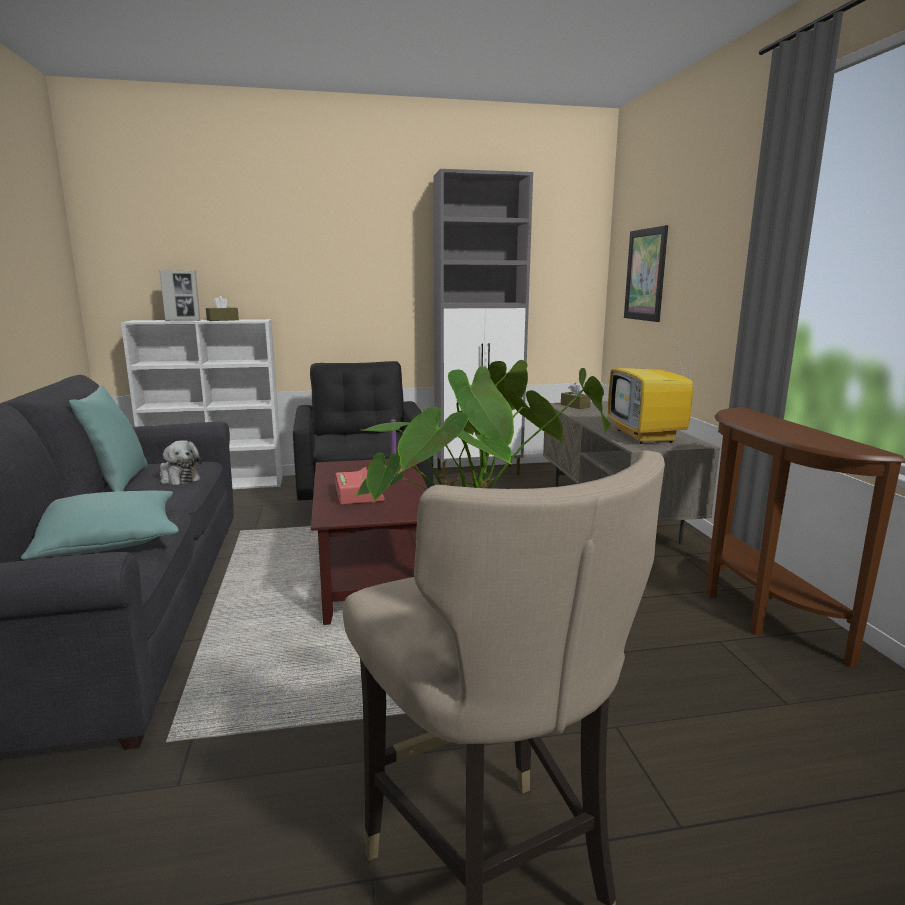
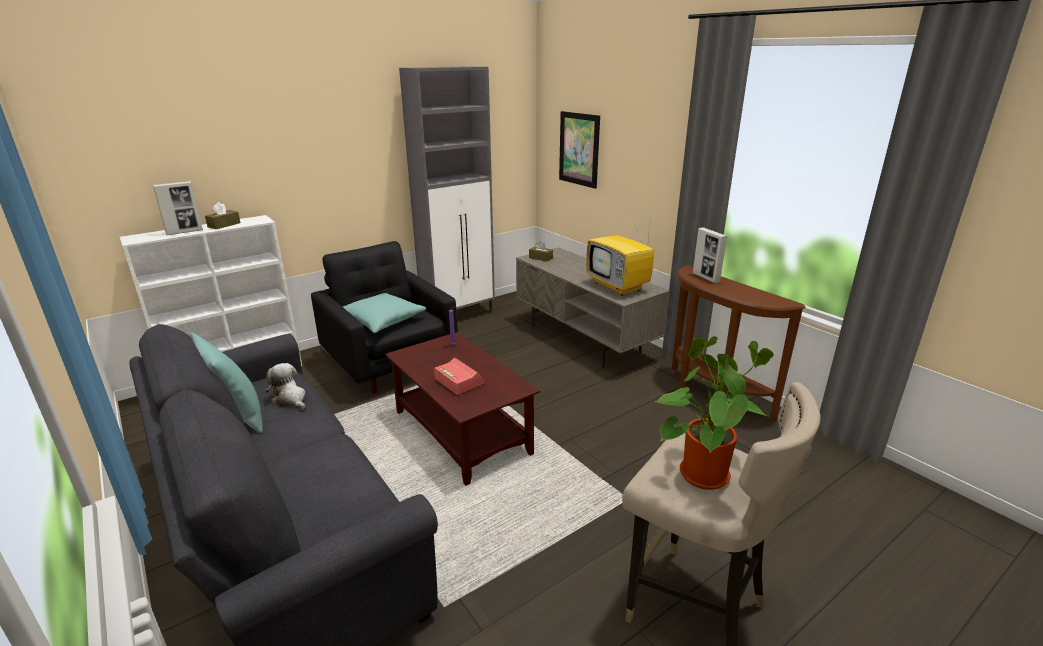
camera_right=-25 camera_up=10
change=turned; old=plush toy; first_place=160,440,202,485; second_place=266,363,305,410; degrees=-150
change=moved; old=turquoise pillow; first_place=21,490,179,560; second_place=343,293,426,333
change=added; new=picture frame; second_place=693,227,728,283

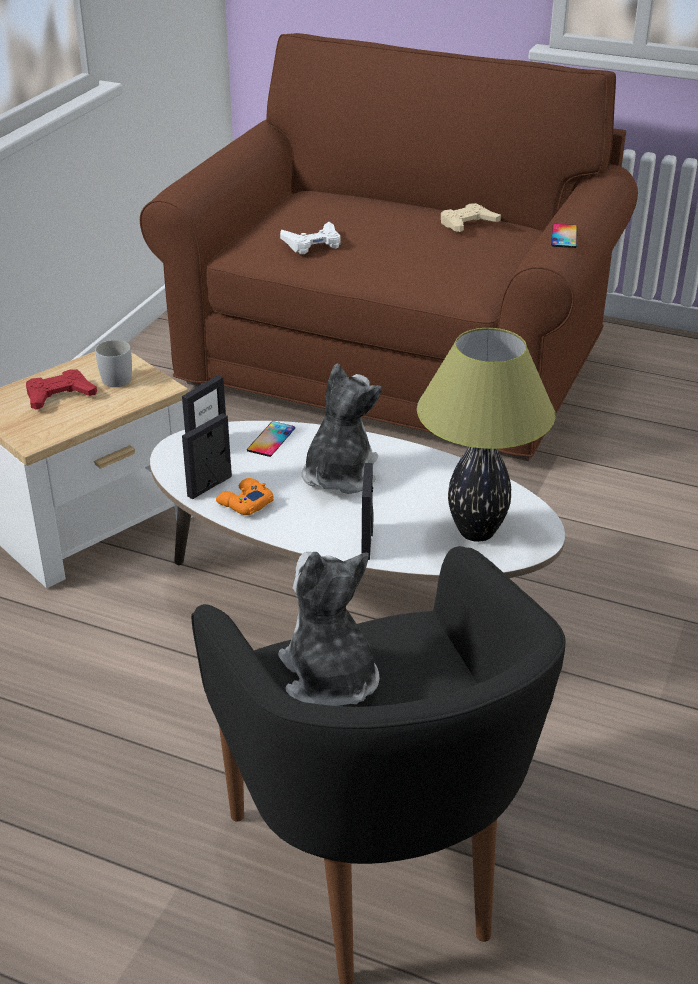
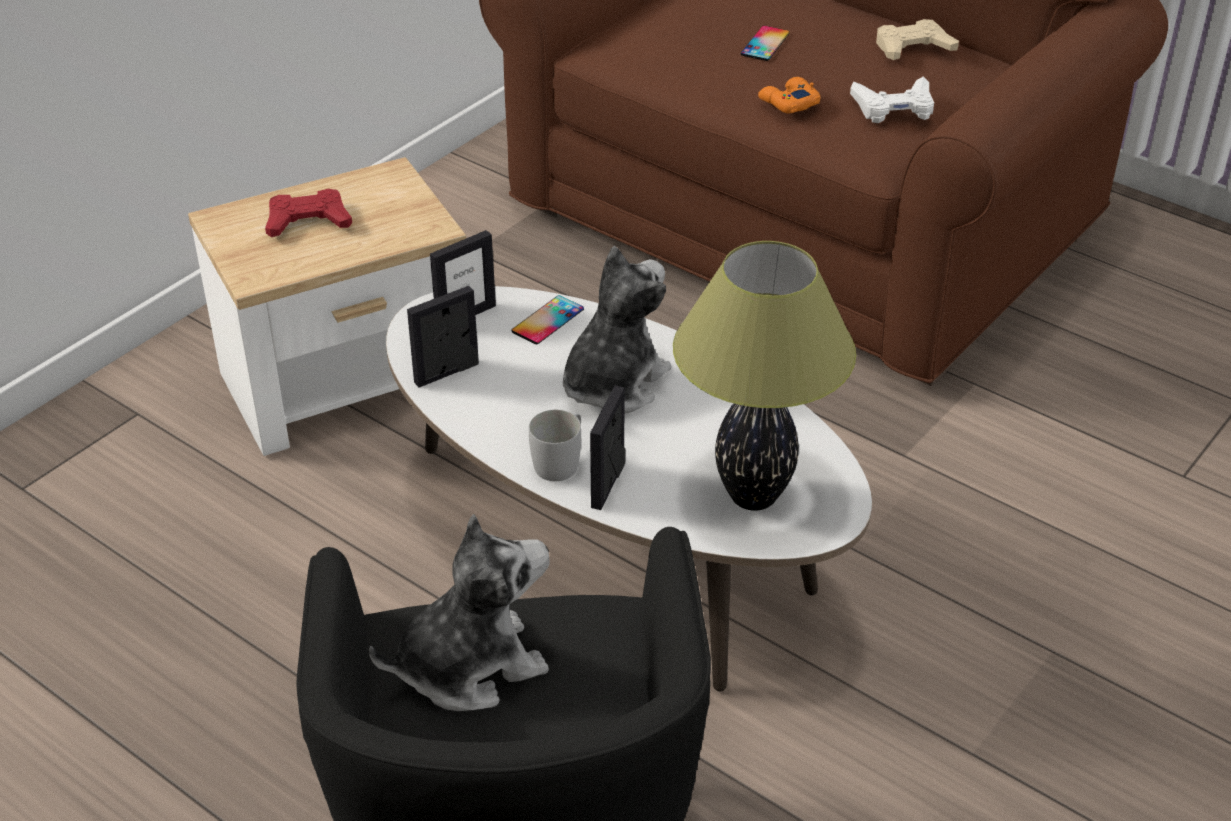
camera_right=15 camera_up=5
change=turned; old=plush toy; first_place=278,552,380,706; second_place=369,514,550,711; degrees=75
change=moved; old=white mug; first_place=95,340,132,387; second_place=529,410,581,481
change=moved; old=phone; first_place=551,224,578,248; second_place=741,26,790,61
change=moved; old=orange game controller; first_place=216,478,273,515; second_place=758,77,820,114
change=moved; old=white game controller; first_place=280,222,341,254; second_place=850,77,934,123

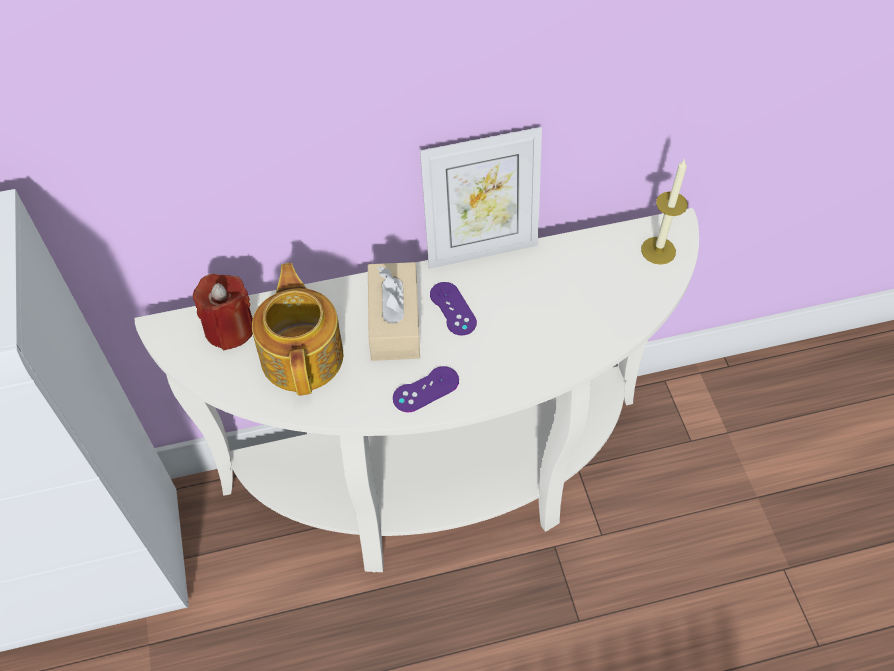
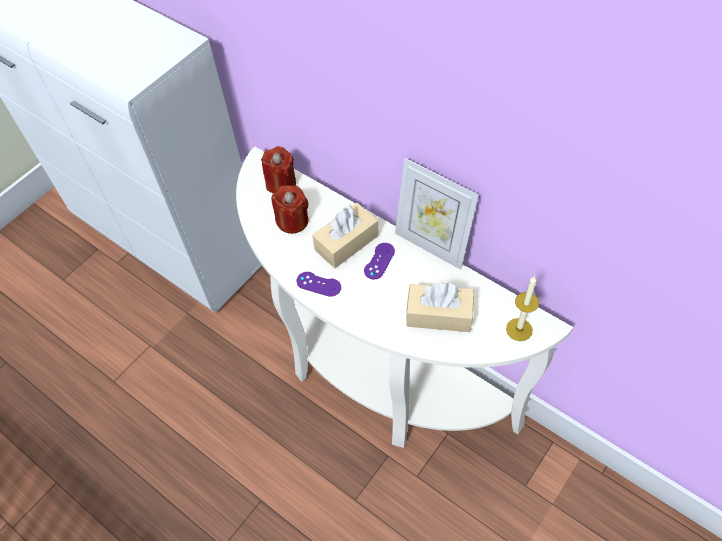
camera_right=55 camera_up=0
change=replaced; old=teapot; new=red candle; first_place=252,263,343,396; second_place=272,185,308,234
change=added; new=beige tissue box; second_place=406,283,474,332

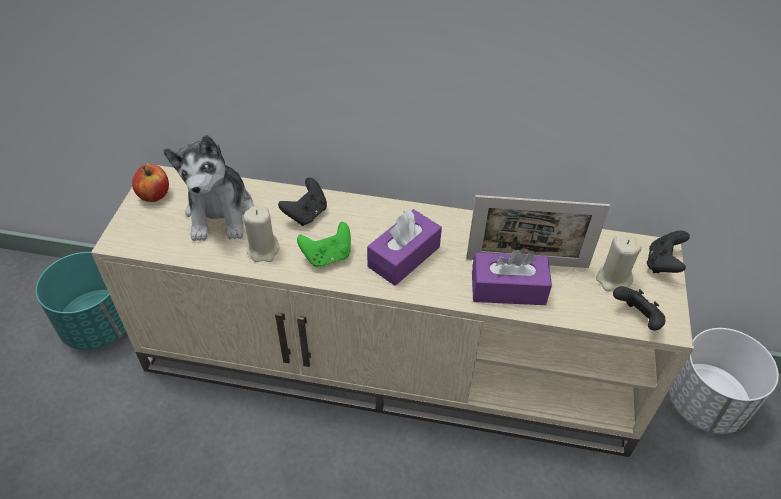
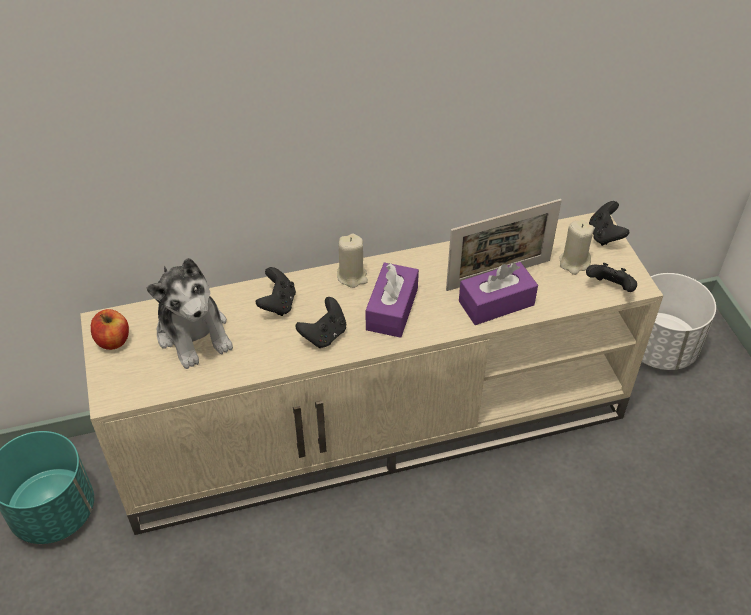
camera_right=-25 camera_up=0
change=recoloured; old=green game controller; new=black game controller; first_place=297,222,351,267; second_place=295,297,346,348
change=moved; old=beige candle; first_place=243,206,279,262; second_place=337,234,368,288

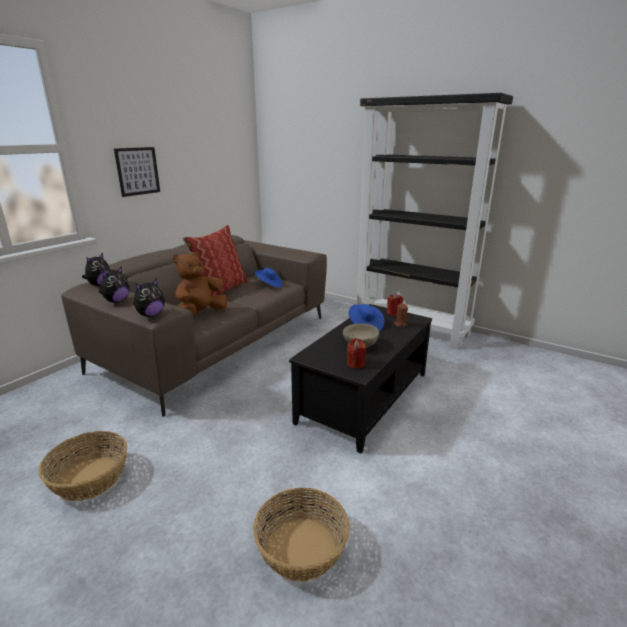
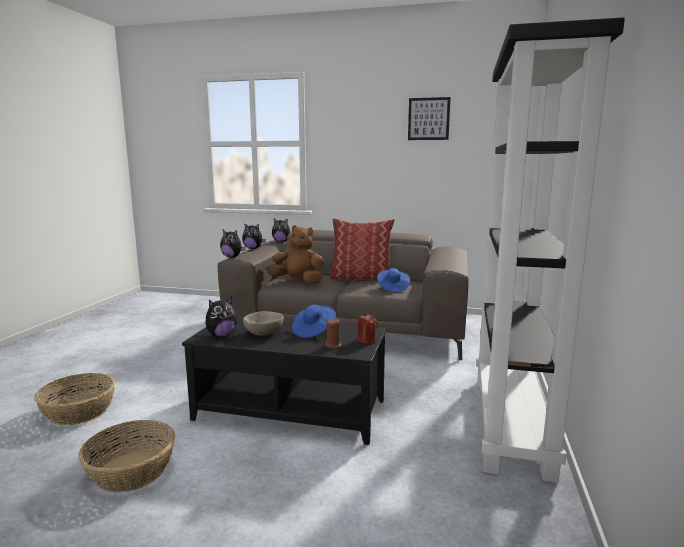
camera_right=70 camera_up=-10
change=moved; old=basket; first_place=38,431,127,501; second_place=78,420,175,493
change=replaced; old=red candle; new=plush toy; first_place=347,338,366,368; second_place=205,296,237,337
change=moved; old=picture; first_place=114,147,160,197; second_place=408,97,451,140

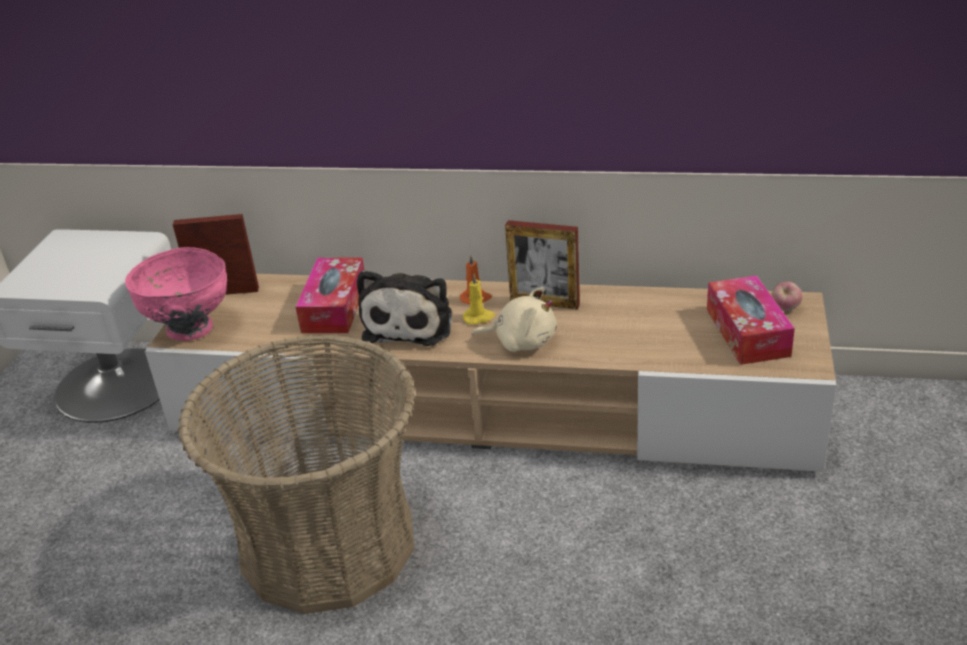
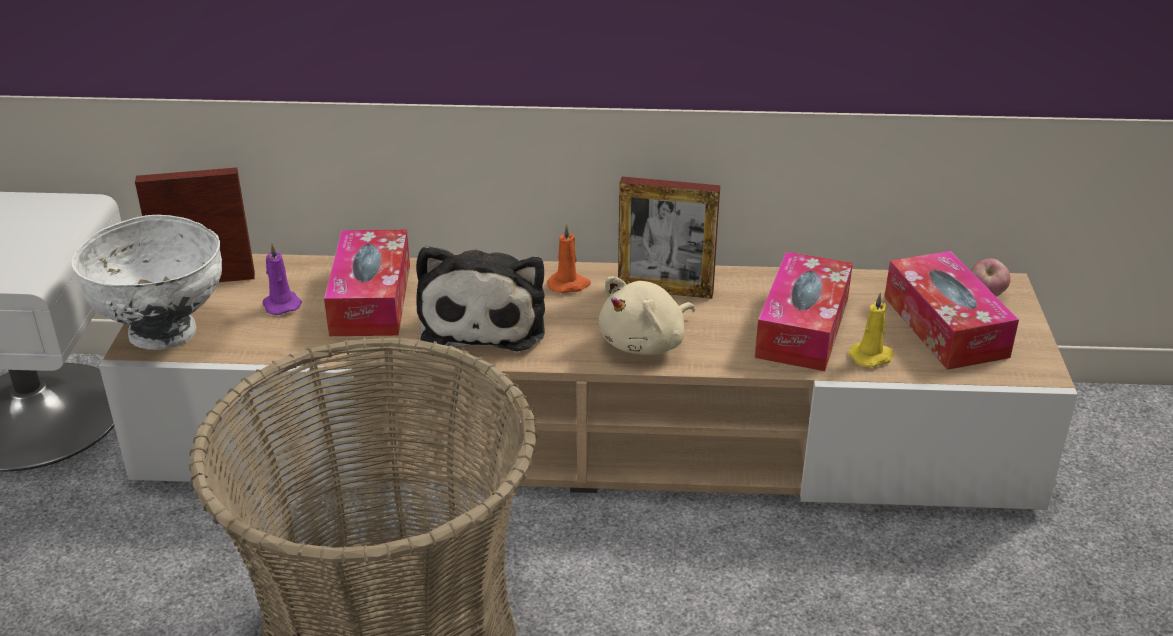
camera_right=-10 camera_up=0
change=recoloured; old=pink bowl; new=white bowl; first_place=125,247,227,341; second_place=71,215,222,350
change=added; new=purple candle; second_place=263,243,302,315
change=turned; old=beige plush toy; first_place=472,287,557,352; second_place=599,276,695,355; degrees=135
change=added; new=tissue box; second_place=755,252,853,371
change=moved; old=yellow candle; first_place=462,273,495,325; second_place=849,292,894,367

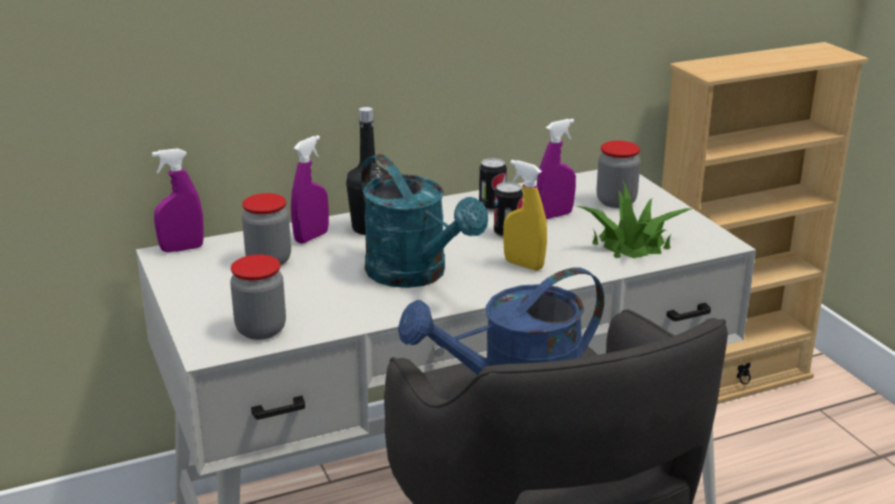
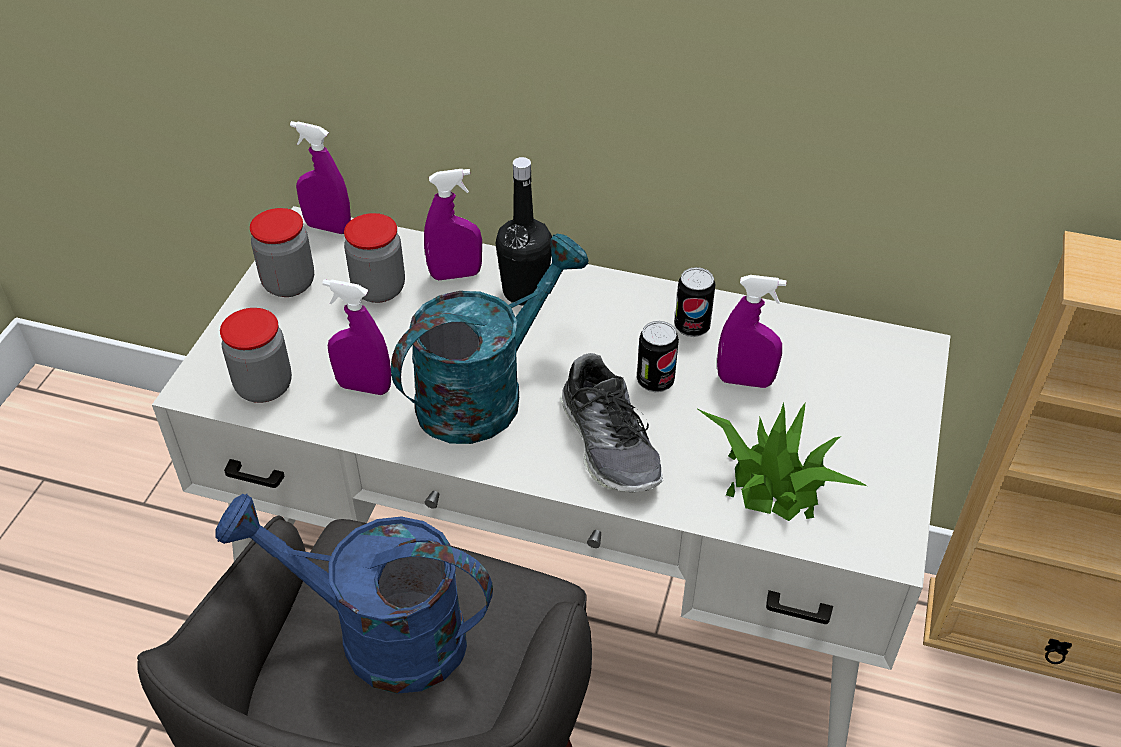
camera_right=40 camera_up=20
change=moved; old=jar; first_place=597,141,640,208; second_place=250,208,314,297
change=added; new=purple spray bottle; second_place=322,279,391,395
change=turned; old=turquoise watering can; first_place=361,154,488,288; second_place=391,234,589,444; degrees=-135
change=replaced; old=yellow spray bottle; new=shoe; first_place=503,160,547,271; second_place=560,353,663,492

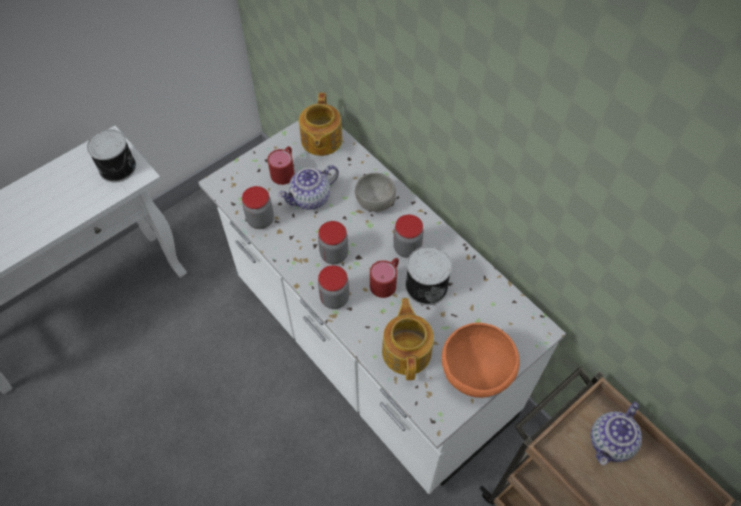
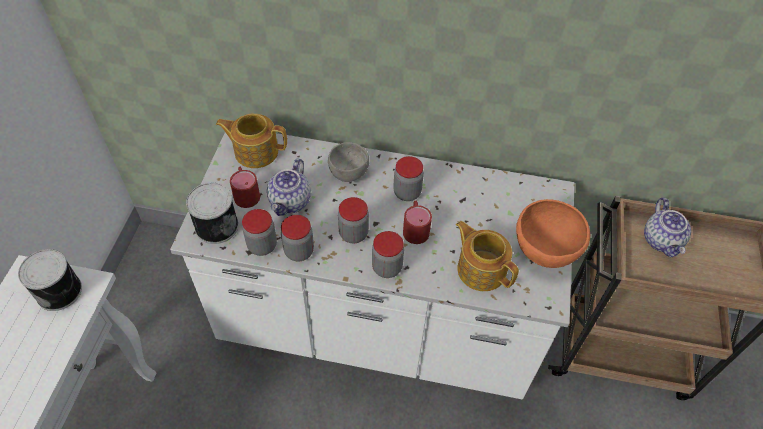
camera_right=-40 camera_up=-5
change=moved; old=can; first_place=405,246,452,305; second_place=186,183,239,244
change=turned; old=teapot; first_place=299,93,342,156; second_place=216,114,287,168; degrees=135
change=added; new=jar; second_place=281,215,314,261

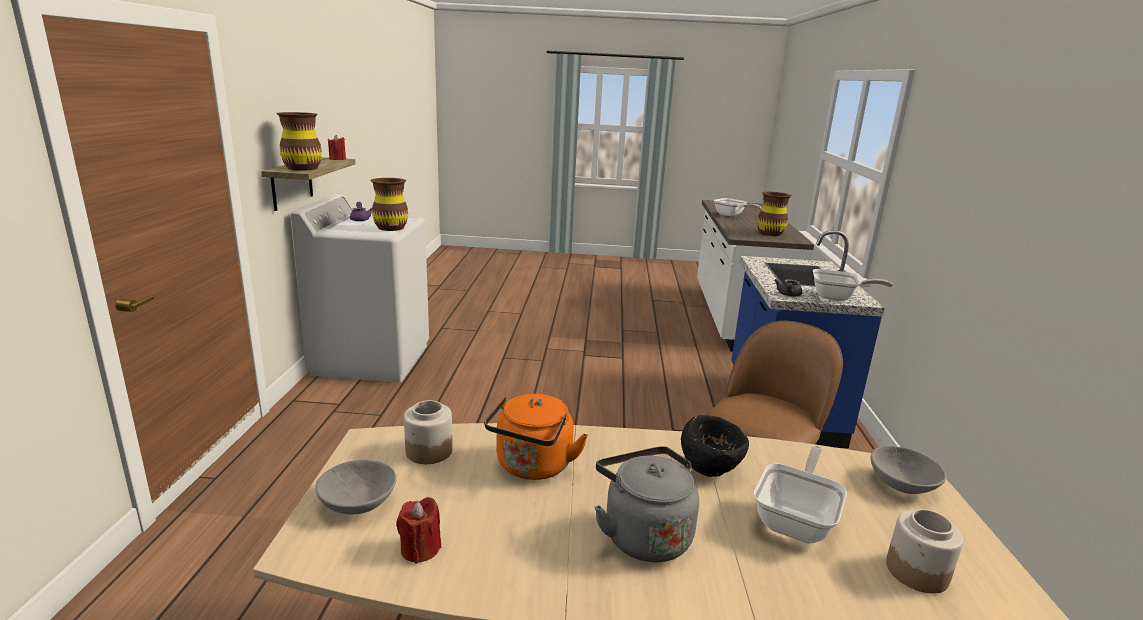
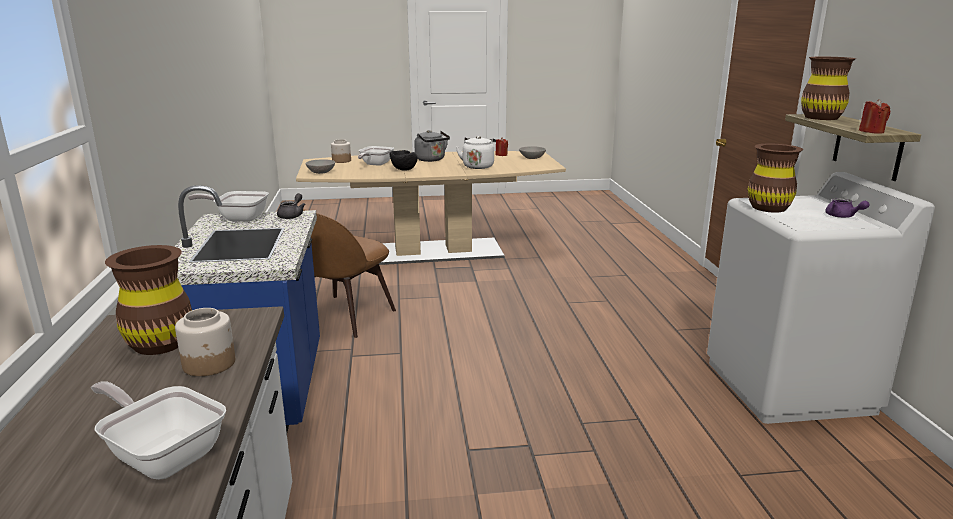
camera_right=170 camera_up=0
change=moved; old=jar; first_place=404,400,453,464; second_place=175,308,235,376
change=recoloured; old=orange kettle; new=white kettle; first_place=484,394,588,480; second_place=456,136,496,169

